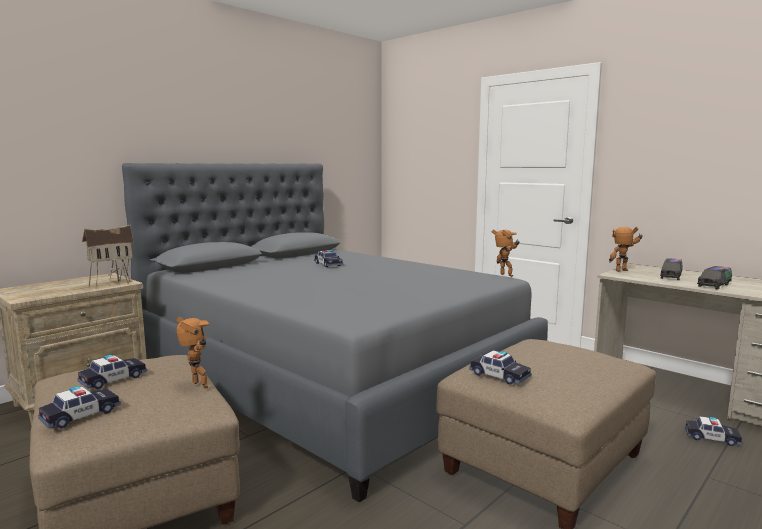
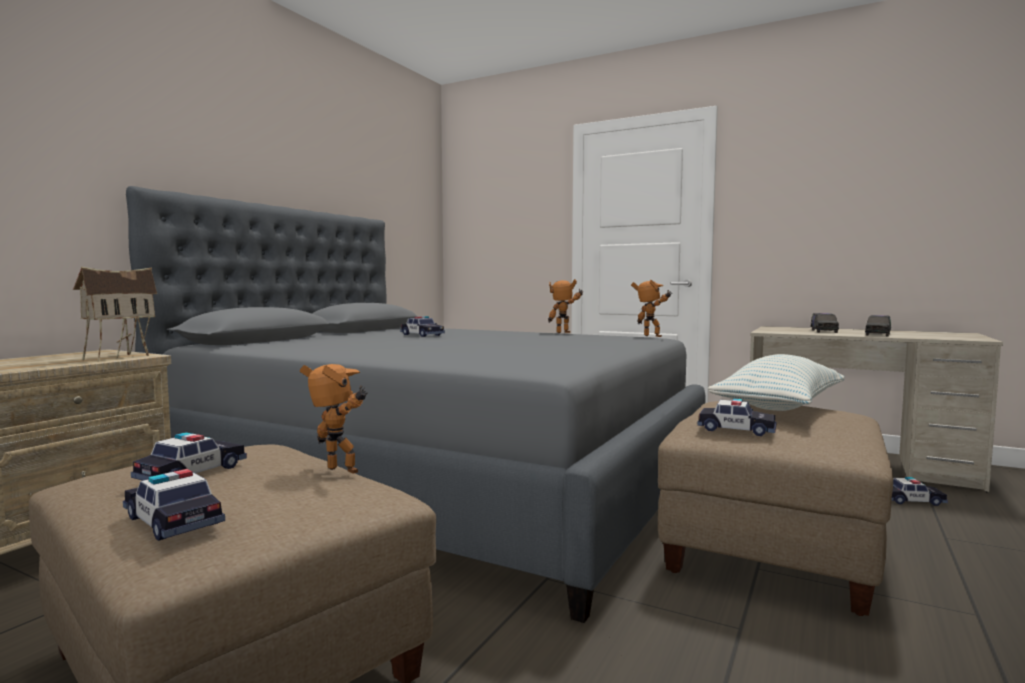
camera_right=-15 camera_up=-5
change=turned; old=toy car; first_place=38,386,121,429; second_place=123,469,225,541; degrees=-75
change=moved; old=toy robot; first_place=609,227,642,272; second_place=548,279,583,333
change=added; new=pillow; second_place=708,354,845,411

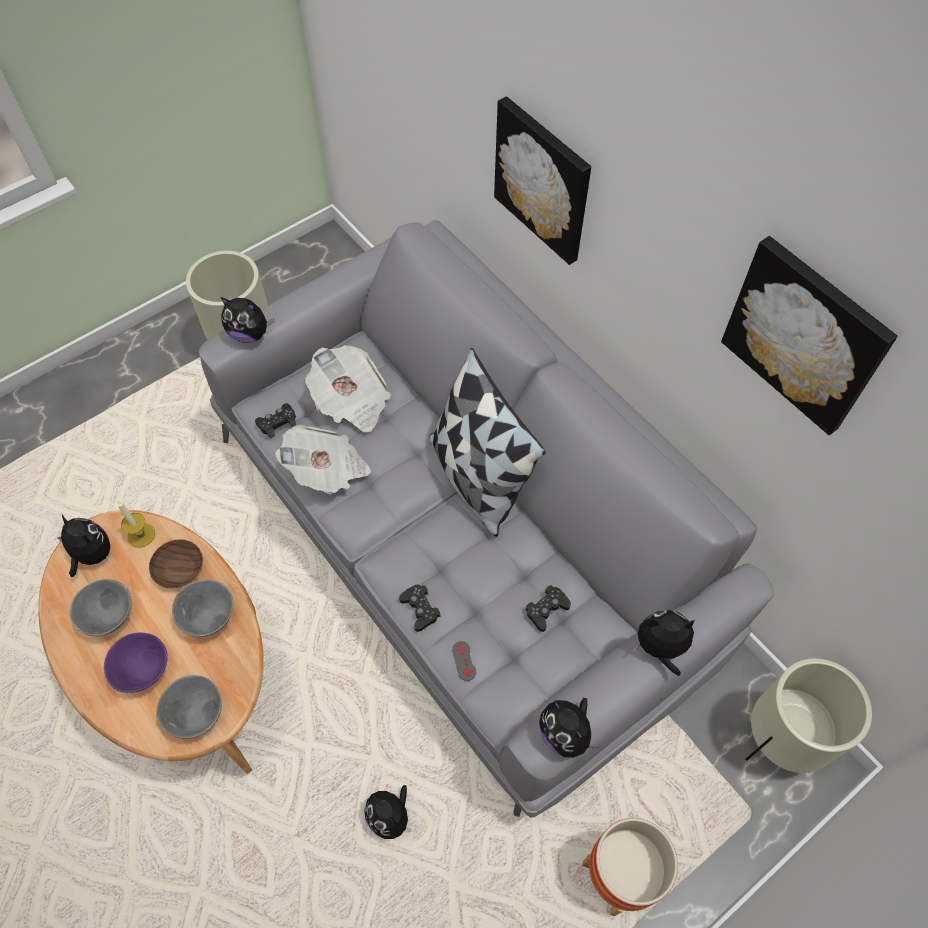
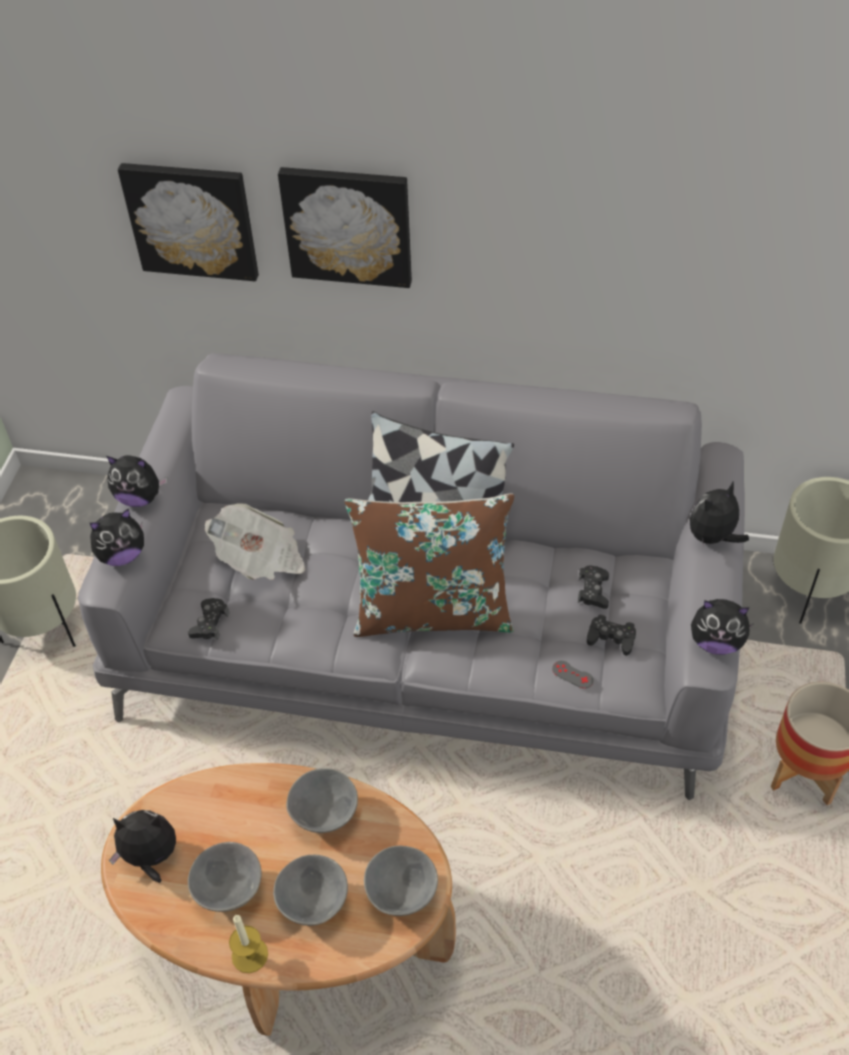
camera_right=-40 camera_up=-10
change=moved; old=plush toy; first_place=364,785,408,839; second_place=106,455,167,507
change=moved; old=picture; first_place=721,236,898,436; second_place=118,163,259,281
change=moved; old=candle; first_place=117,500,155,548; second_place=229,915,268,973
change=recoloured; old=purple bowl; new=grey bowl; first_place=104,633,168,693; second_place=273,855,348,926
change=added; new=brown pillow; second_place=345,493,514,637
change=moved; old=black game controller; first_place=399,585,441,632; second_place=587,614,636,656
change=removed; old=brown bowl; first_place=149,539,203,588
change=removed; old=newspaper; first_place=275,425,371,494

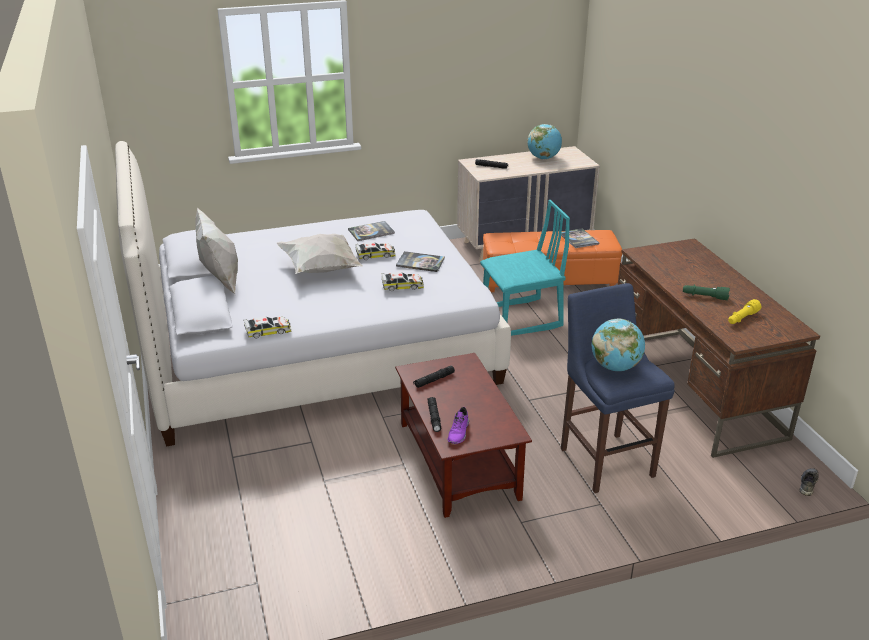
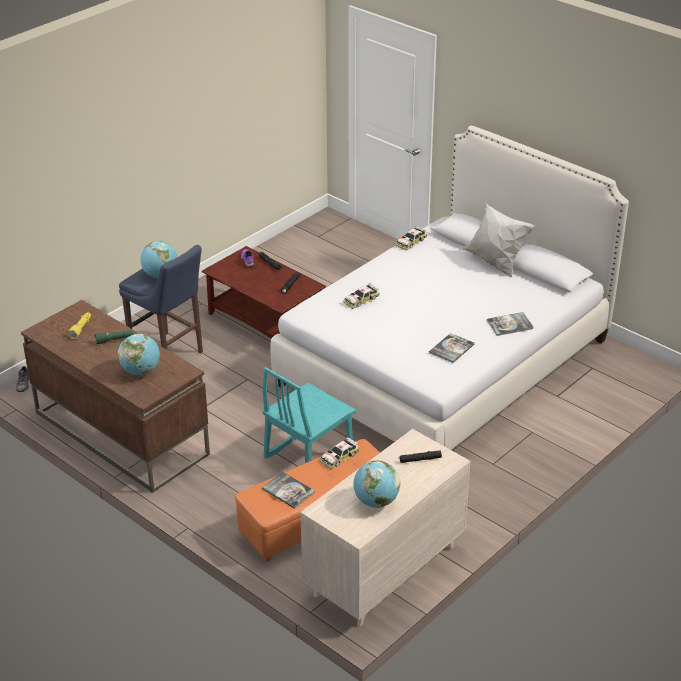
camera_right=150 camera_up=5
change=added; new=globe; second_place=118,334,160,375
change=moved; old=toy car; first_place=355,242,396,260; second_place=320,436,359,469
change=moved; old=book; first_place=396,251,445,272; second_place=487,312,533,336
change=removed; old=white pillow; first_place=277,234,363,274

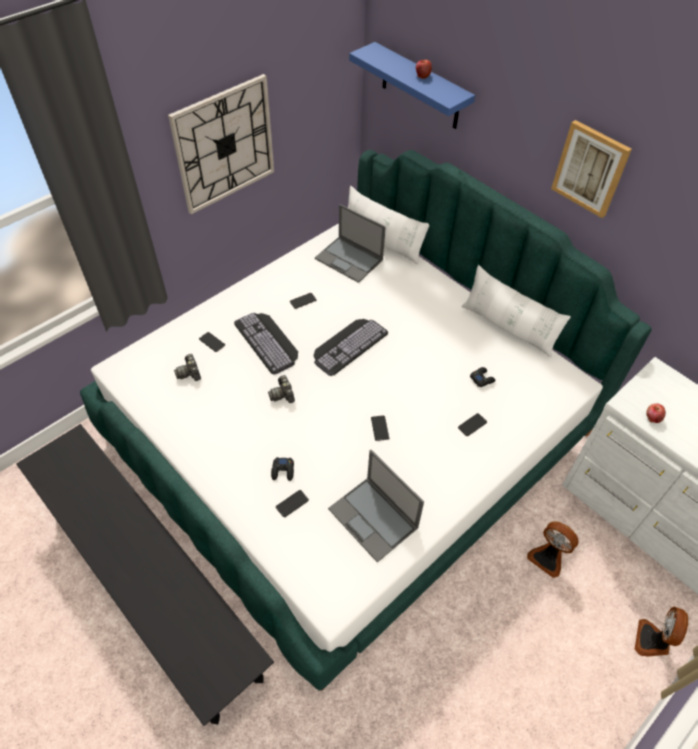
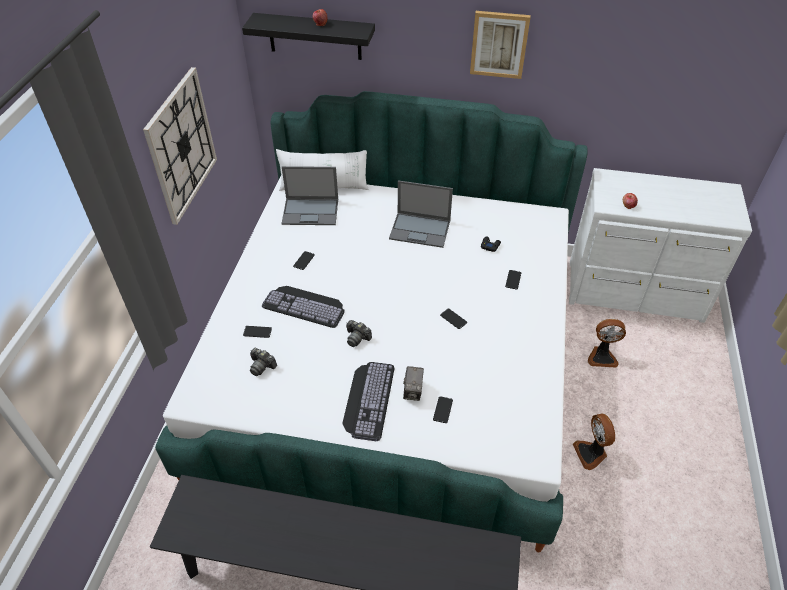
camera_right=-35 camera_up=-5
change=recoloured; old=blue shelf; new=black shelf; first_place=349,42,475,129; second_place=242,13,375,60
change=moved; old=keyboard; first_place=313,319,388,376; second_place=342,362,395,441
change=moved; old=laptop; first_place=328,450,424,563; second_place=389,180,453,248
change=replaced; old=black game controller; new=photo camera; first_place=271,457,294,481; second_place=403,366,424,401
change=moved; old=fan; first_place=635,607,688,657; second_place=573,413,615,470
change=removed; old=white pillow; first_place=461,265,571,358

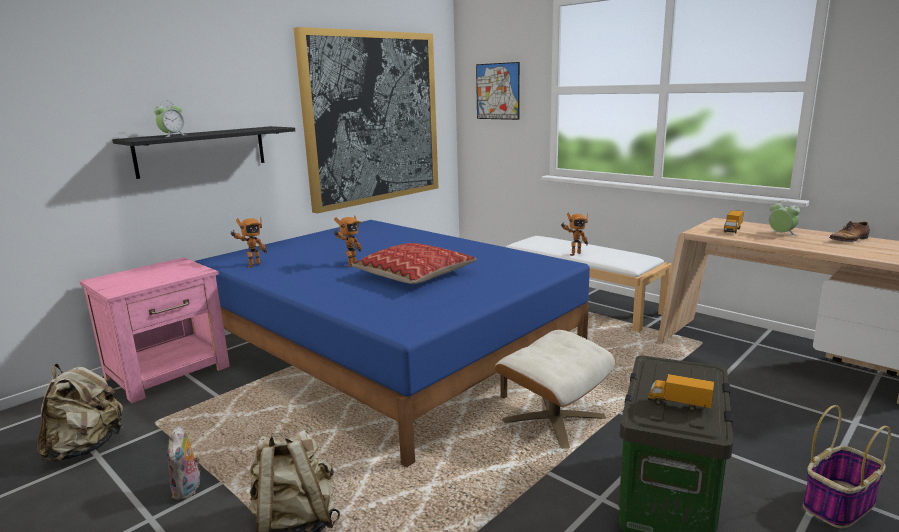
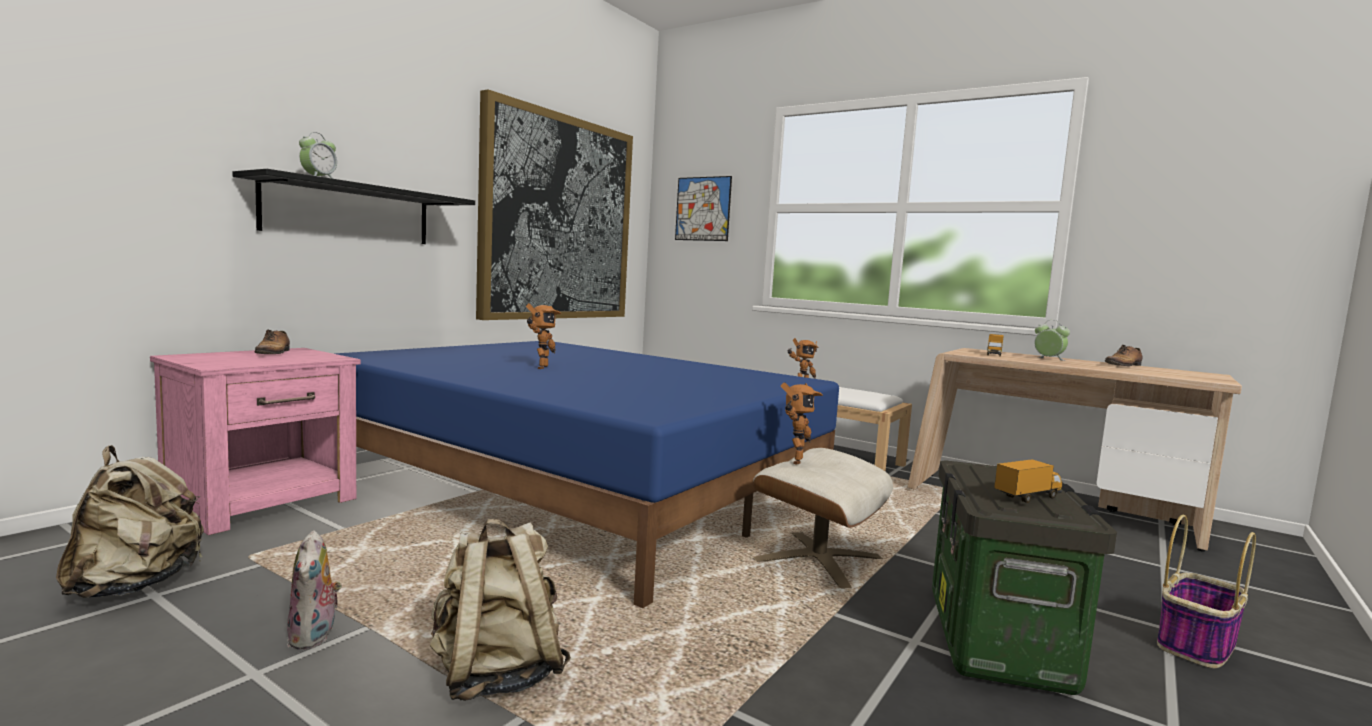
camera_right=-10 camera_up=-10
change=added; new=shoe; second_place=255,329,290,354
change=moved; old=toy robot; first_place=230,217,267,268; second_place=781,382,823,465
change=turned; old=toy truck; first_place=648,374,714,412; second_place=994,459,1062,503; degrees=135
change=removed; old=pillow; first_place=351,243,477,284

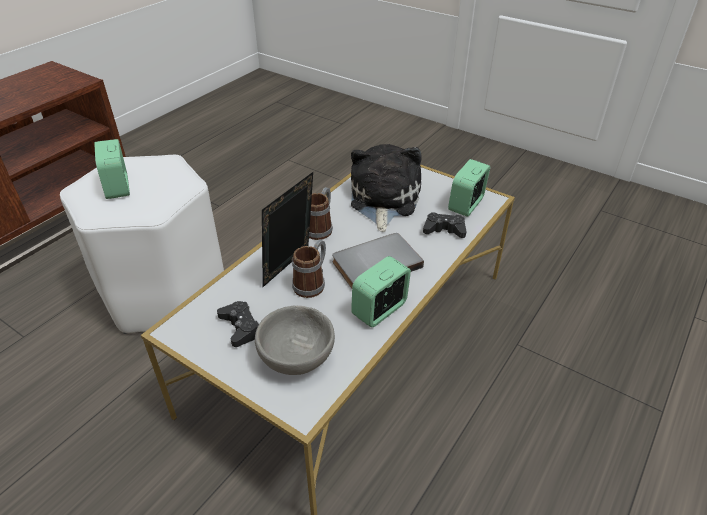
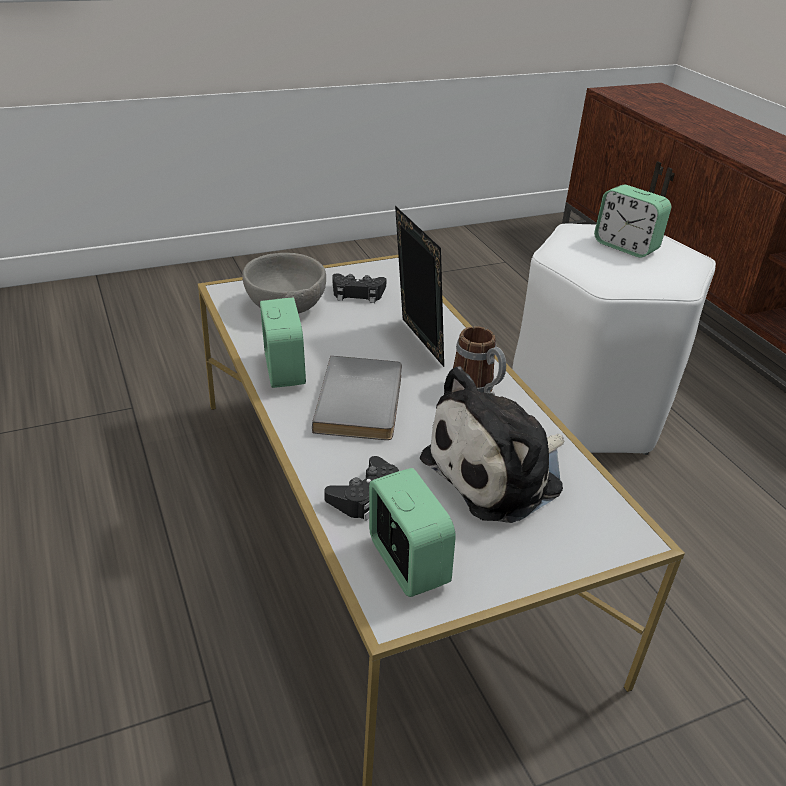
camera_right=120 camera_up=-5
change=turned; old=plush toy; first_place=351,144,421,232; second_place=420,367,564,523; degrees=105
change=turned; old=alarm clock; first_place=94,139,130,199; second_place=594,185,671,257; degrees=-150
change=removed; old=mug; first_place=292,239,326,298

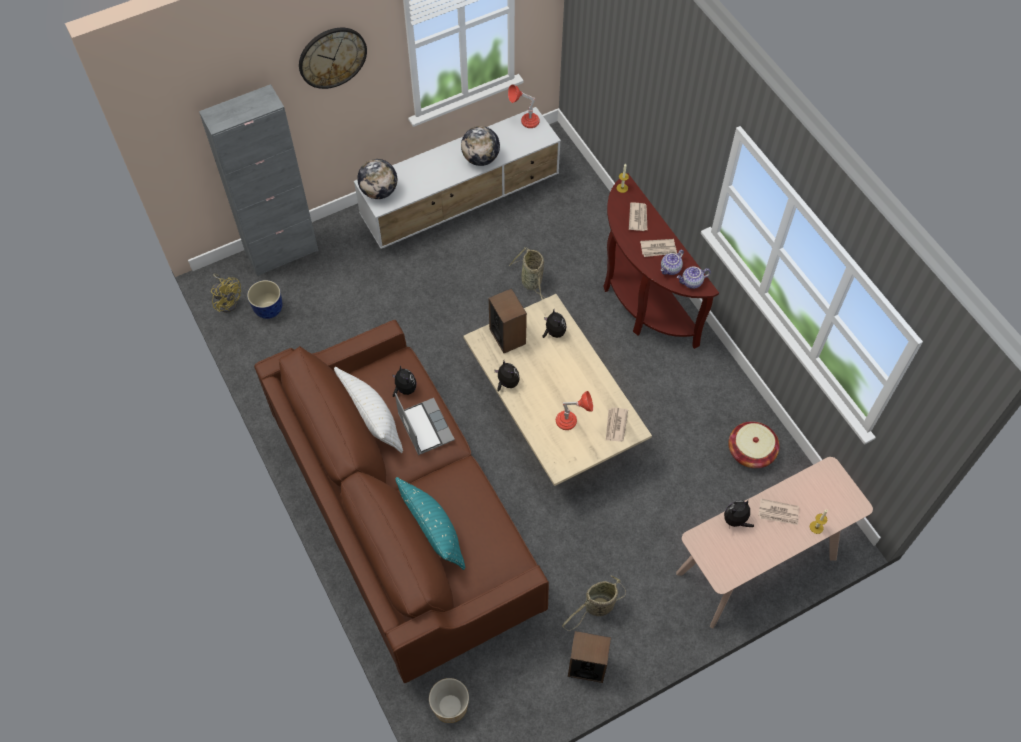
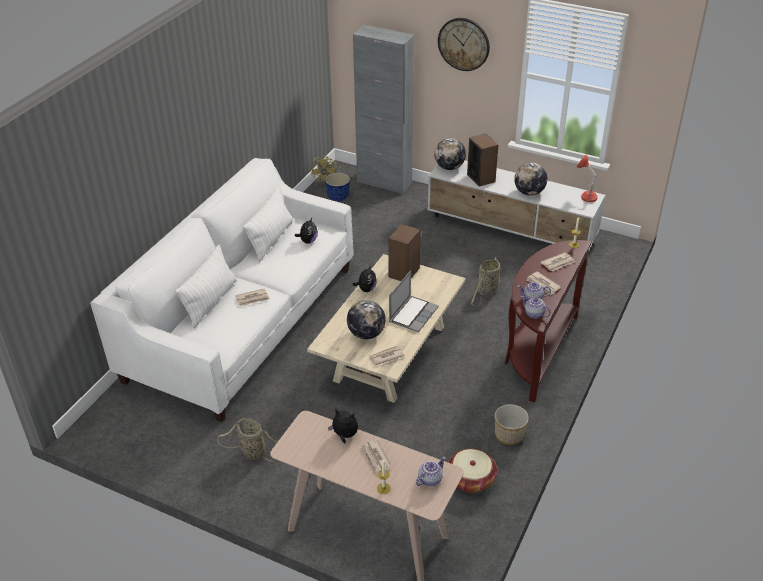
camera_right=55 camera_up=-20
change=recoloured; old=brown sofa; new=white sofa; first_place=254,320,549,683; second_place=90,158,354,422
change=recoloured; old=turquoise pillow; new=white pillow; first_place=395,477,465,570; second_place=175,245,237,328
change=added; new=newspaper; second_place=235,288,270,306
change=replaced; old=red table lamp; new=globe; first_place=556,391,593,430; second_place=347,300,386,339
change=moved; old=laptop; first_place=395,393,455,455; second_place=389,271,439,333
change=added; new=teapot; second_place=416,457,446,486
change=moved; old=speaker; first_place=568,631,611,683; second_place=467,134,498,187
change=moved; old=planter; first_place=429,678,469,723; second_place=495,404,529,445
change=removed; old=plush toy; first_place=542,310,566,338

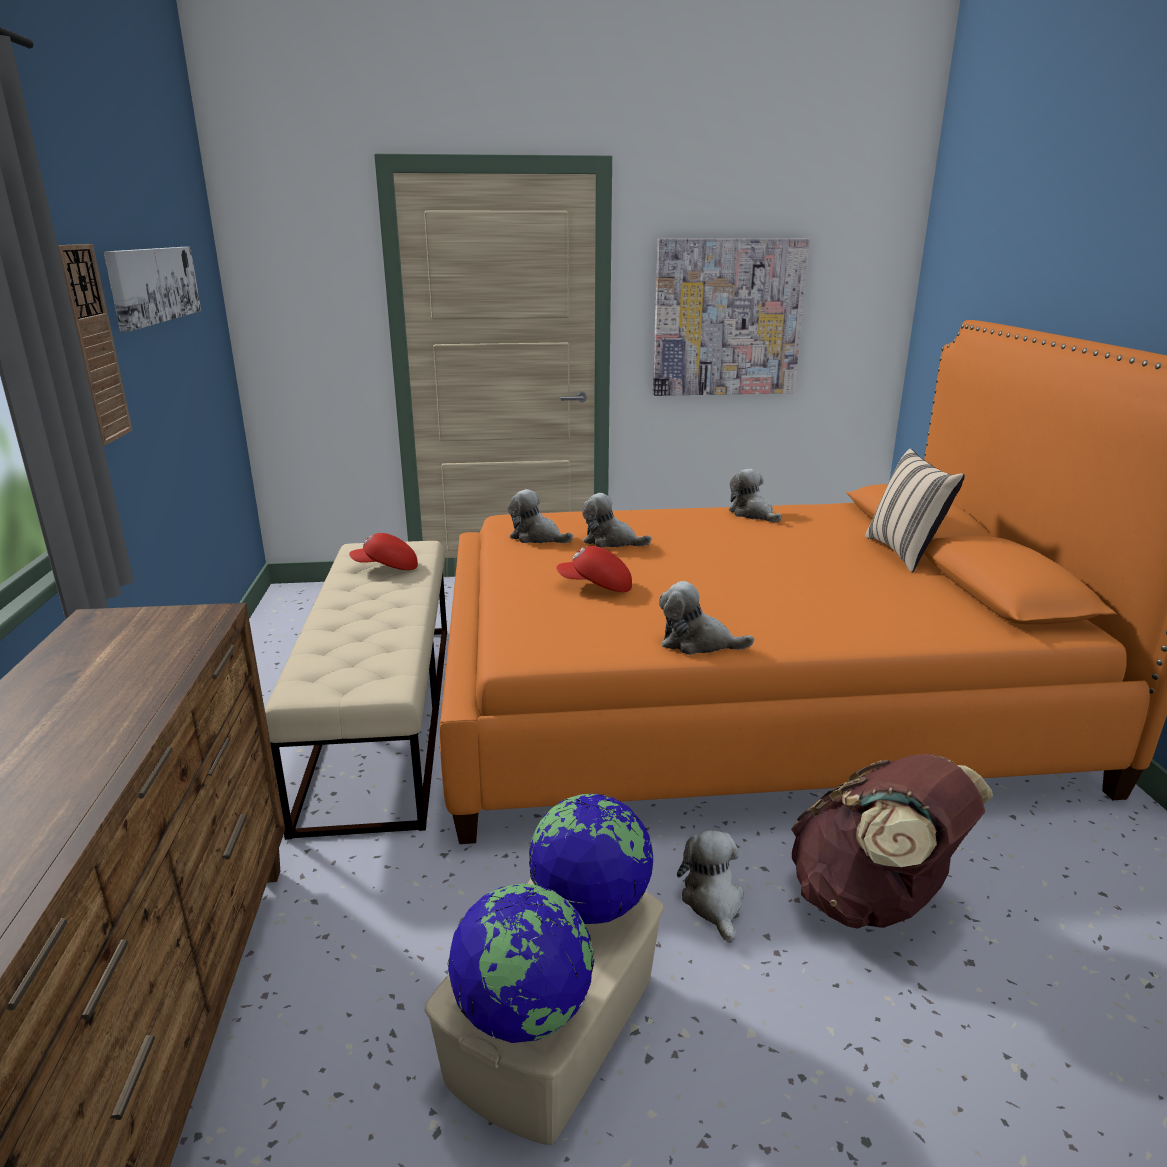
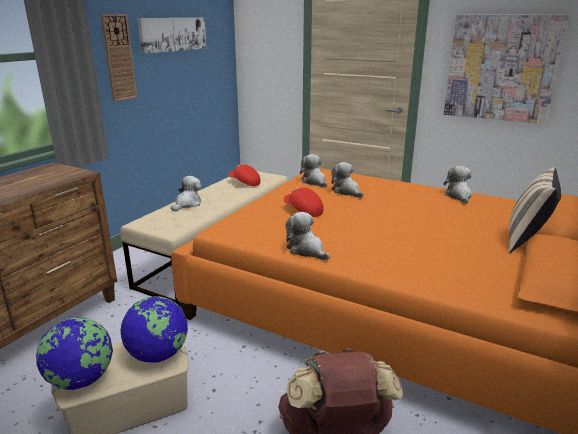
camera_right=35 camera_up=0
change=moved; old=plush toy; first_place=677,830,744,943; second_place=171,176,201,211

